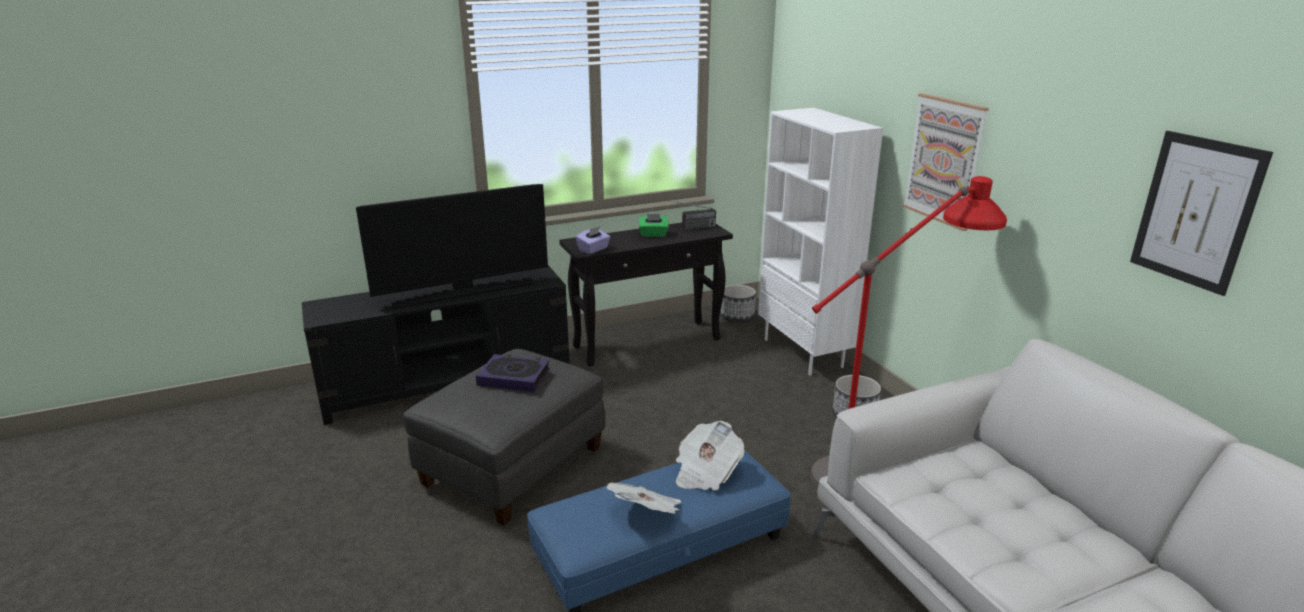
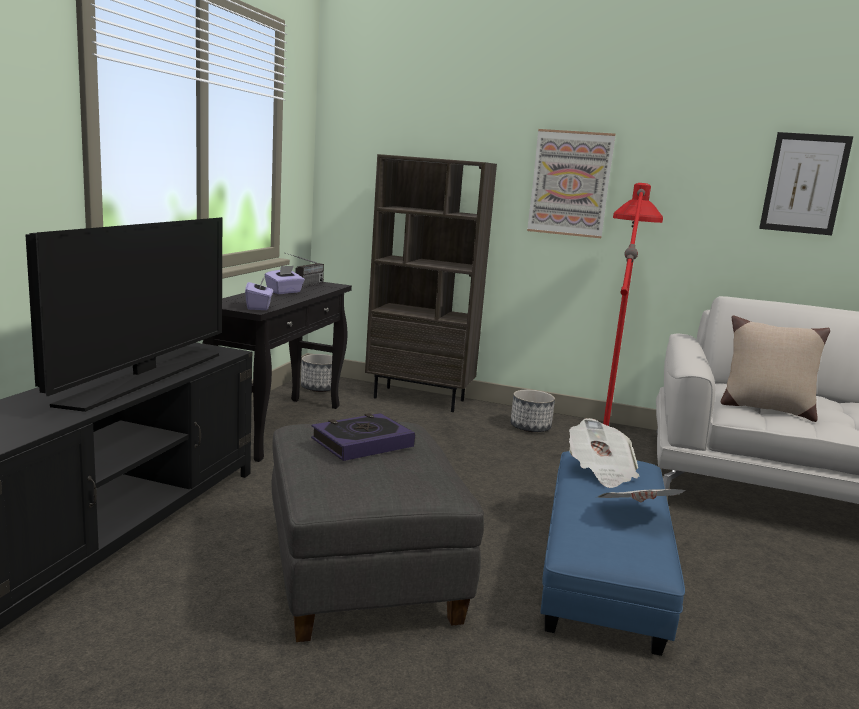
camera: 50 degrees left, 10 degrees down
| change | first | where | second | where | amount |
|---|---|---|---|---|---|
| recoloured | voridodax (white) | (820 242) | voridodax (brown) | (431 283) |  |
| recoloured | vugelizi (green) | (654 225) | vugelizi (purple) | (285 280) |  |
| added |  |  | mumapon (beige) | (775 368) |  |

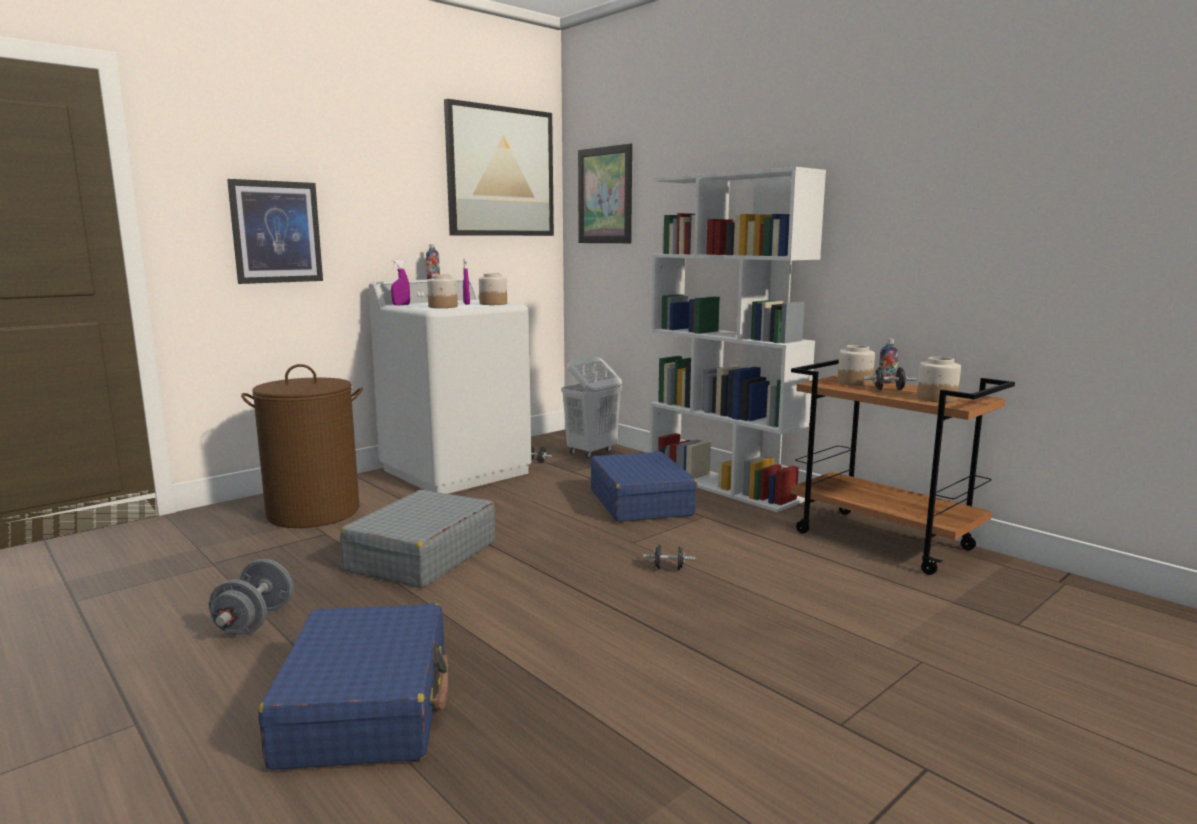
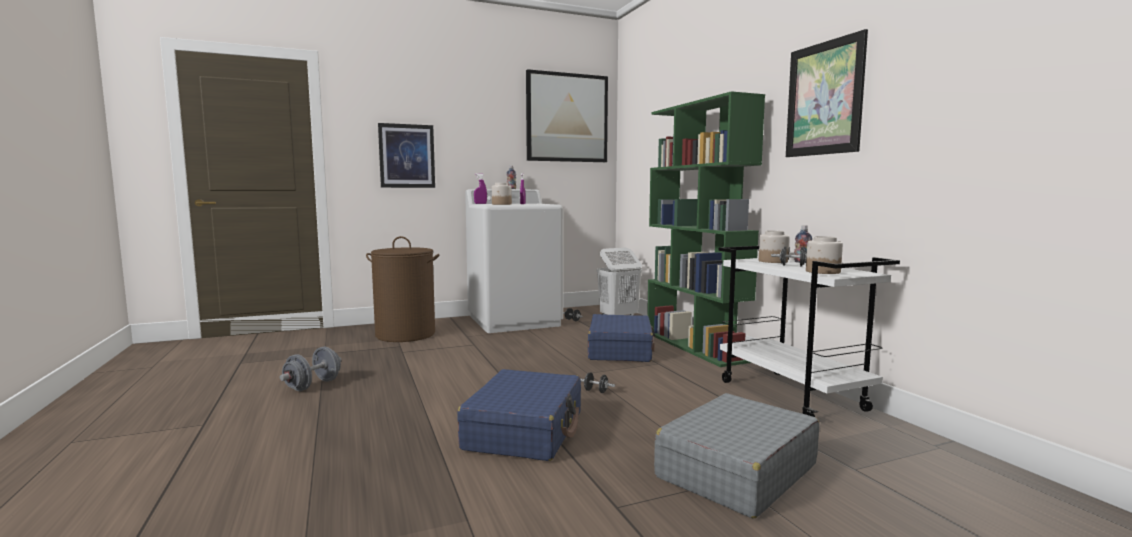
camera: 20 degrees right, 5 degrees down
| change | first | where | second | where | amount |
|---|---|---|---|---|---|
| moved | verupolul | (605 193) |  | (827 93) |  |
| recoloured | voridodax (white) | (738 339) | voridodax (green) | (706 229) |  |
| removed | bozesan | (493 289) |  |  |  |
| recoloured | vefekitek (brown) | (902 467) | vefekitek (white) | (809 331) |  |
| moved | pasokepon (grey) | (417 539) |  | (736 455) |  |
| moved | pasokepon (blue) | (353 686) |  | (519 415) |  |

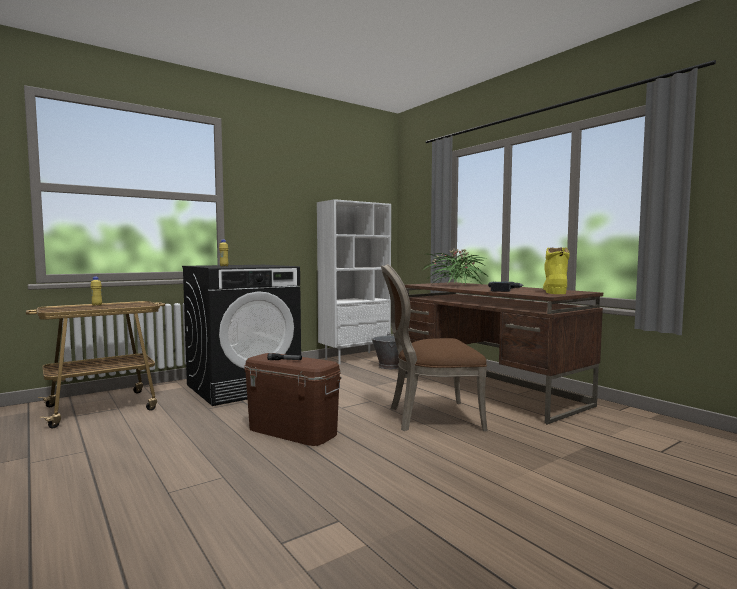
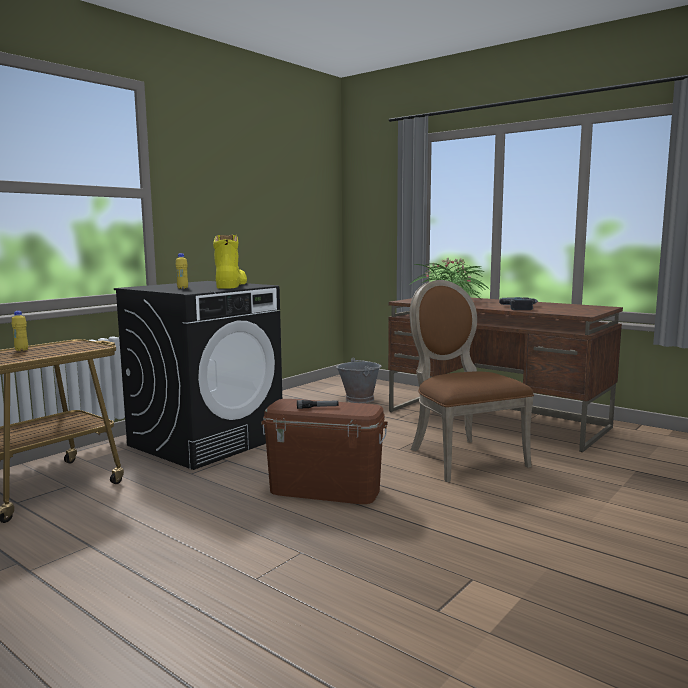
camera: 15 degrees left, 5 degrees up
| change | first | where | second | where | amount |
|---|---|---|---|---|---|
| removed | voridodax (white) | (354 281) |  |  |  |
| moved | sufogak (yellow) | (556 270) |  | (230 262) |  |
| turned | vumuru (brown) | (434 347) |  | (471 381) | 90 degrees clockwise |

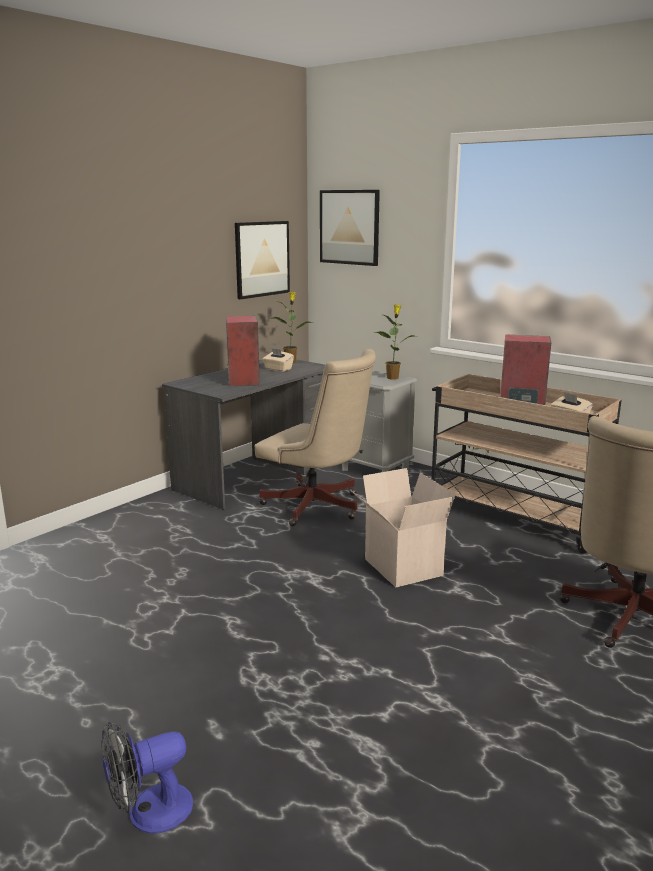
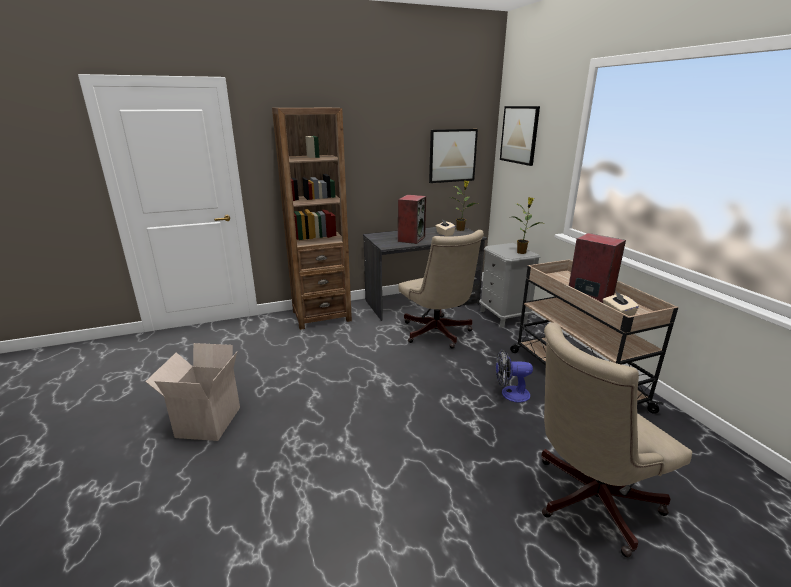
camera: 30 degrees right, 5 degrees up
| change | first | where | second | where | amount |
|---|---|---|---|---|---|
| moved | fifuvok | (403 528) |  | (192 392) |  |
| moved | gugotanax | (147 778) |  | (514 376) |  |
| added |  |  | voridodax (brown) | (312 219) |  |

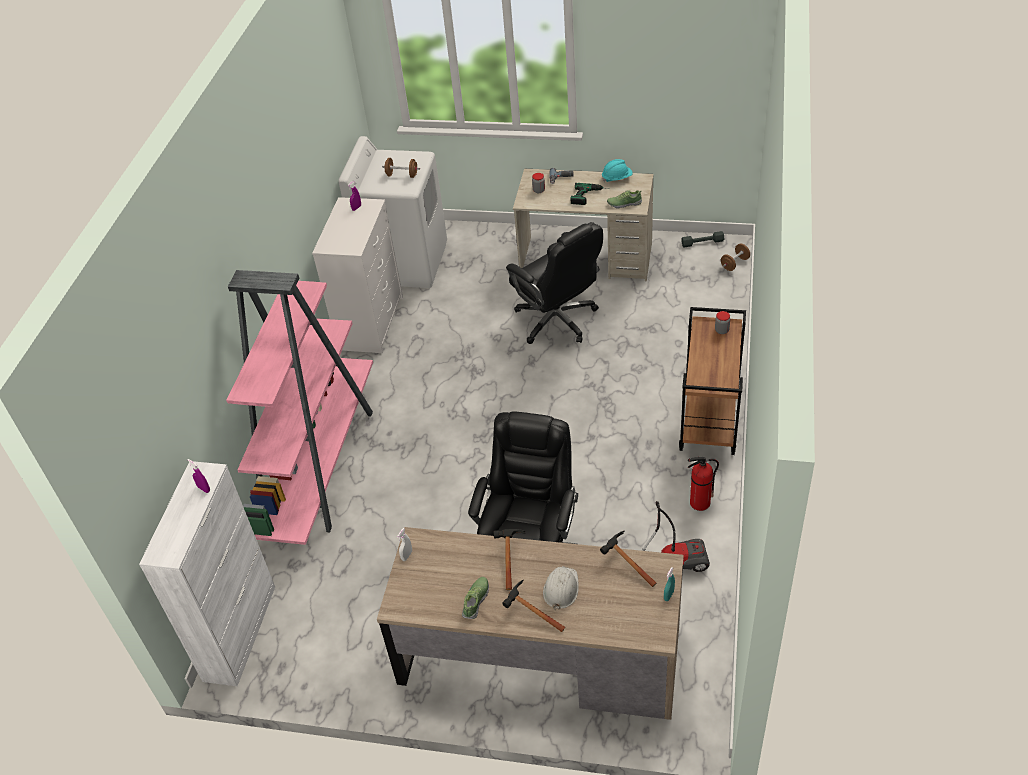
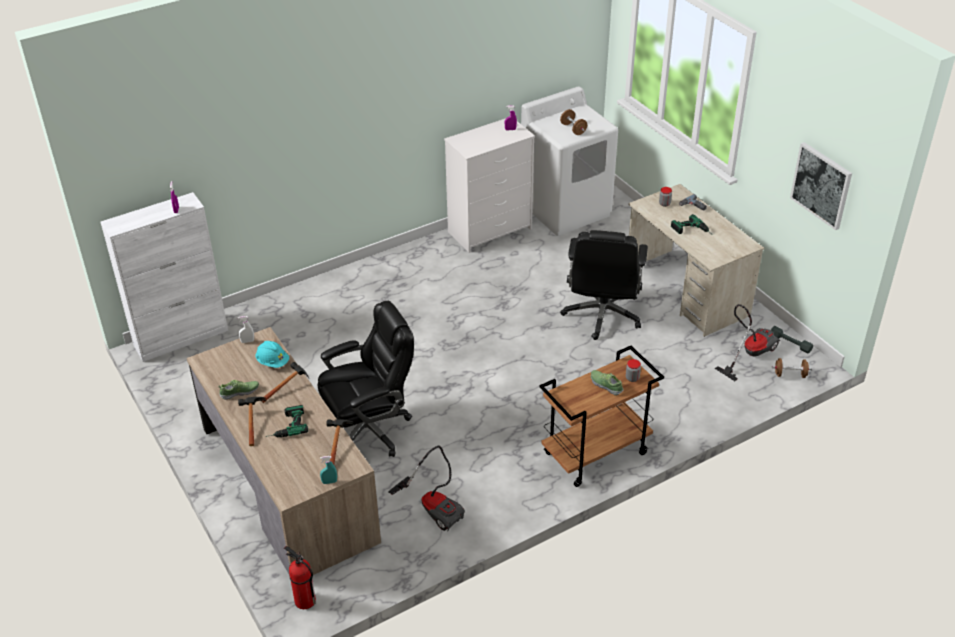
camera: 45 degrees right, 5 degrees down
| change | first | where | second | where | amount |
|---|---|---|---|---|---|
| moved | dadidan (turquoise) | (617 170) |  | (272 354) |  |
| moved | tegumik | (624 199) |  | (607 382) |  |
| removed | voridodax (pink) | (299 407) |  |  |  |
| moved | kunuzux | (703 483) |  | (300 577) |  |
| replaced | dadidan (white) | (561 588) | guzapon | (287 421) |  |
| added |  |  | verupolul | (821 186) |  |
| added |  |  | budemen | (747 342) |  |

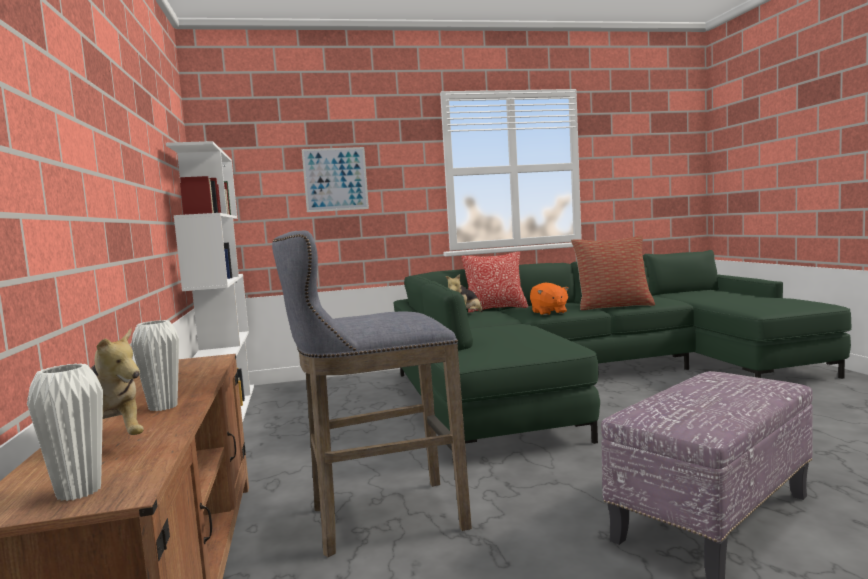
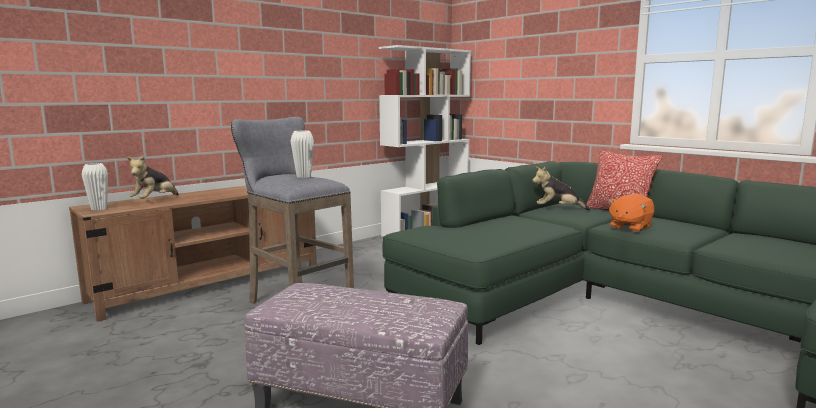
camera: 60 degrees right, 5 degrees up
| change | first | where | second | where | amount |
|---|---|---|---|---|---|
| removed | verupolul | (335 179) |  |  |  |
| removed | mumapon | (613 272) |  |  |  |
| moved | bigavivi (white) | (155 365) |  | (302 154) |  |

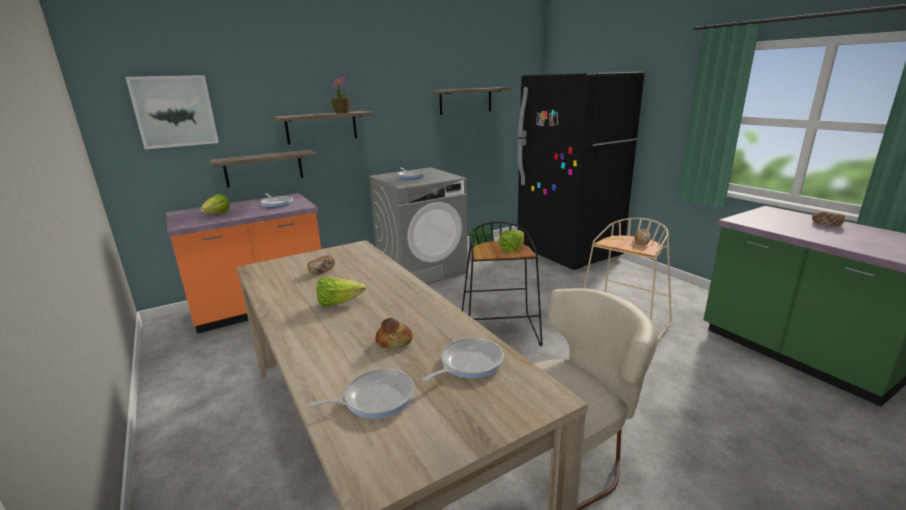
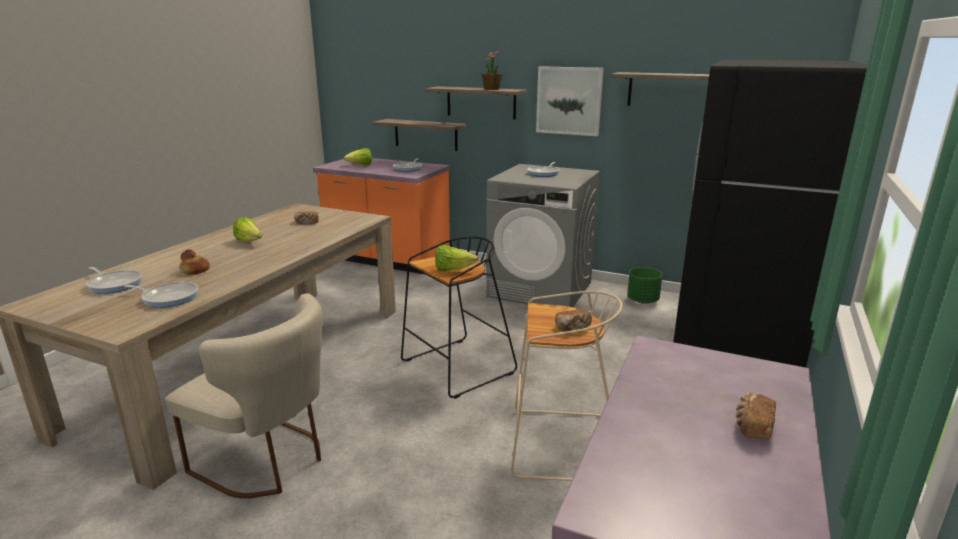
camera: 55 degrees right, 0 degrees up
| change | first | where | second | where | amount |
|---|---|---|---|---|---|
| moved | verupolul | (172 112) |  | (570 101) |  |

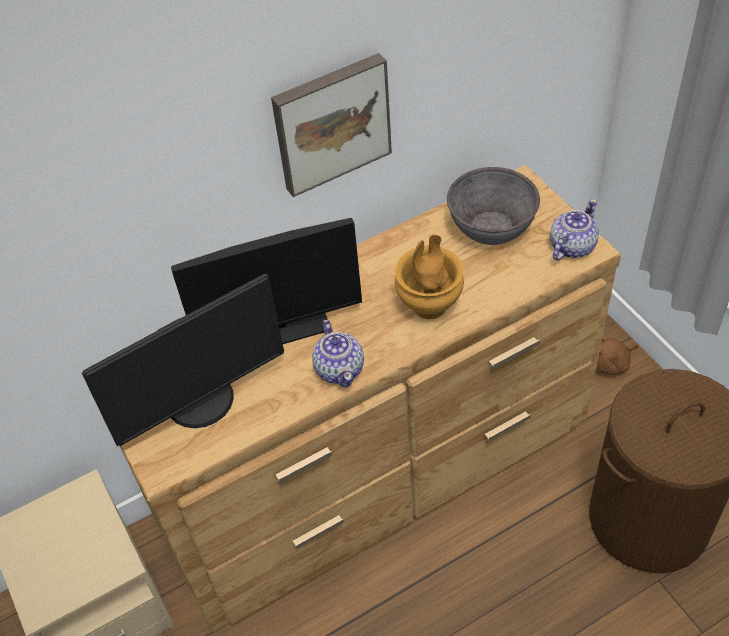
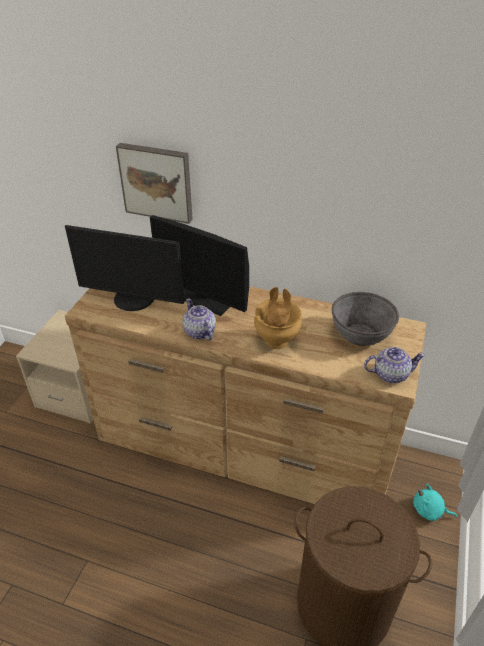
camera: 45 degrees right, 10 degrees down
| change | first | where | second | where | amount |
|---|---|---|---|---|---|
| moved | verupolul | (331 125) |  | (154 183) |  |
| turned | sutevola | (338 353) |  | (199 319) | 120 degrees clockwise |
| recoloured | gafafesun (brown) | (617 356) | gafafesun (turquoise) | (435 502) |  |

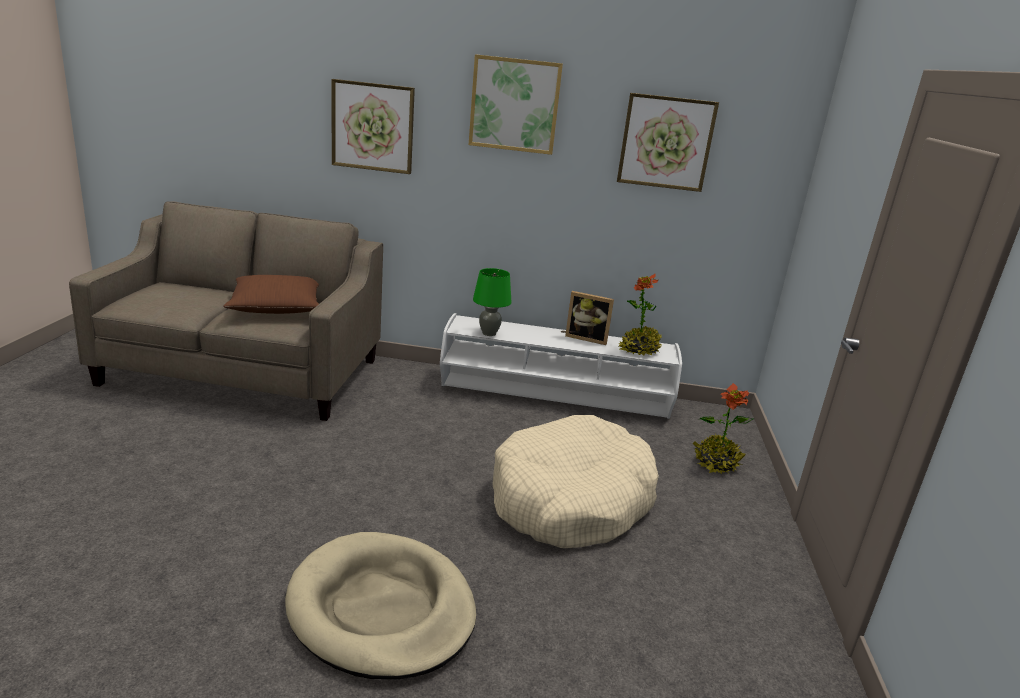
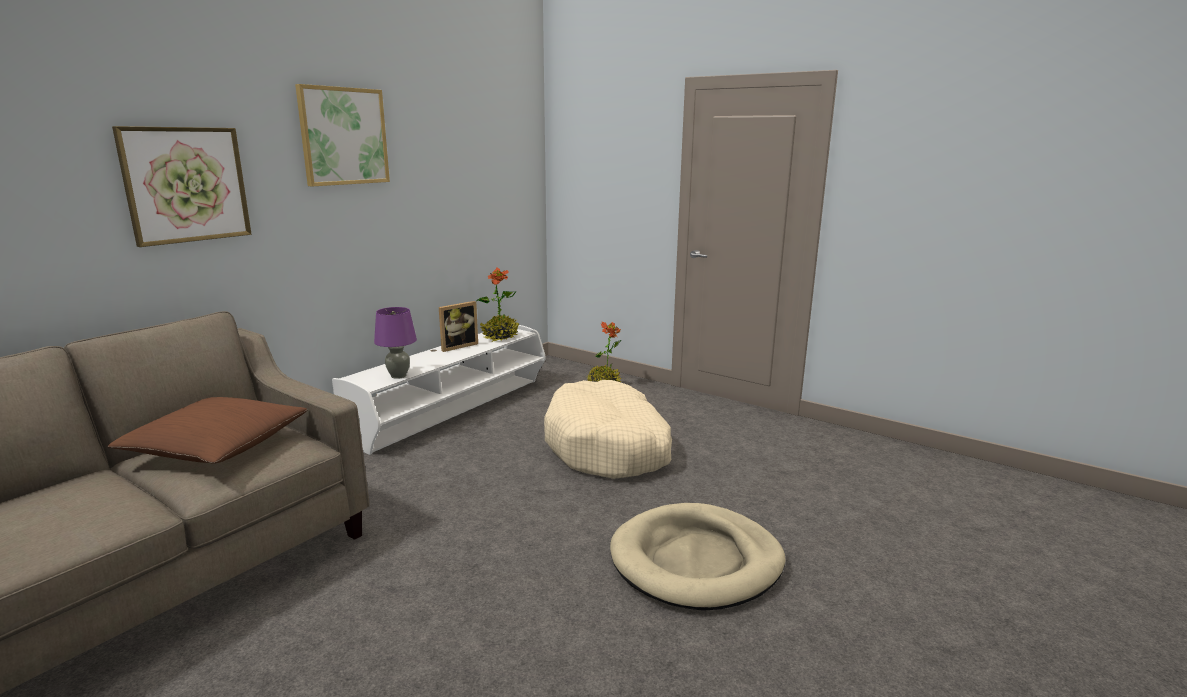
camera: 60 degrees left, 5 degrees down
| change | first | where | second | where | amount |
|---|---|---|---|---|---|
| removed | verupolul | (668 142) |  |  |  |
| recoloured | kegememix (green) | (492 302) | kegememix (purple) | (395 343) |  |

